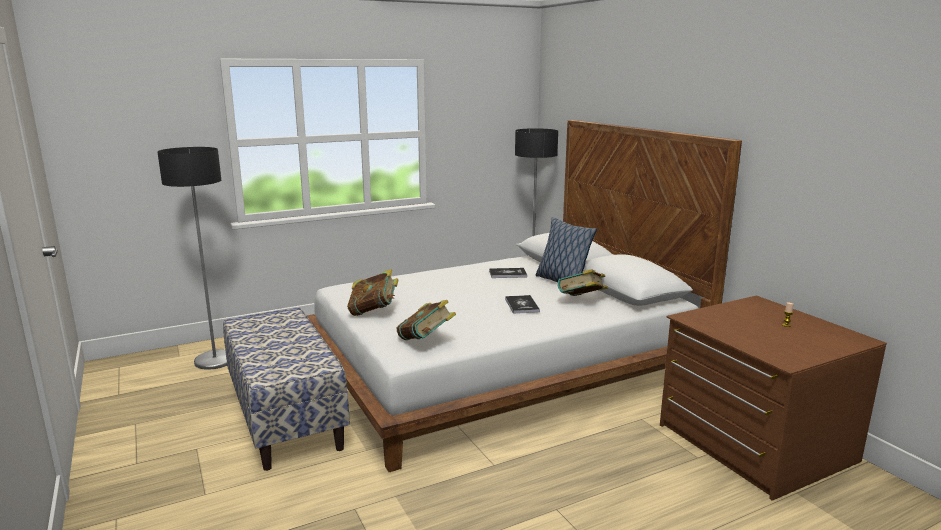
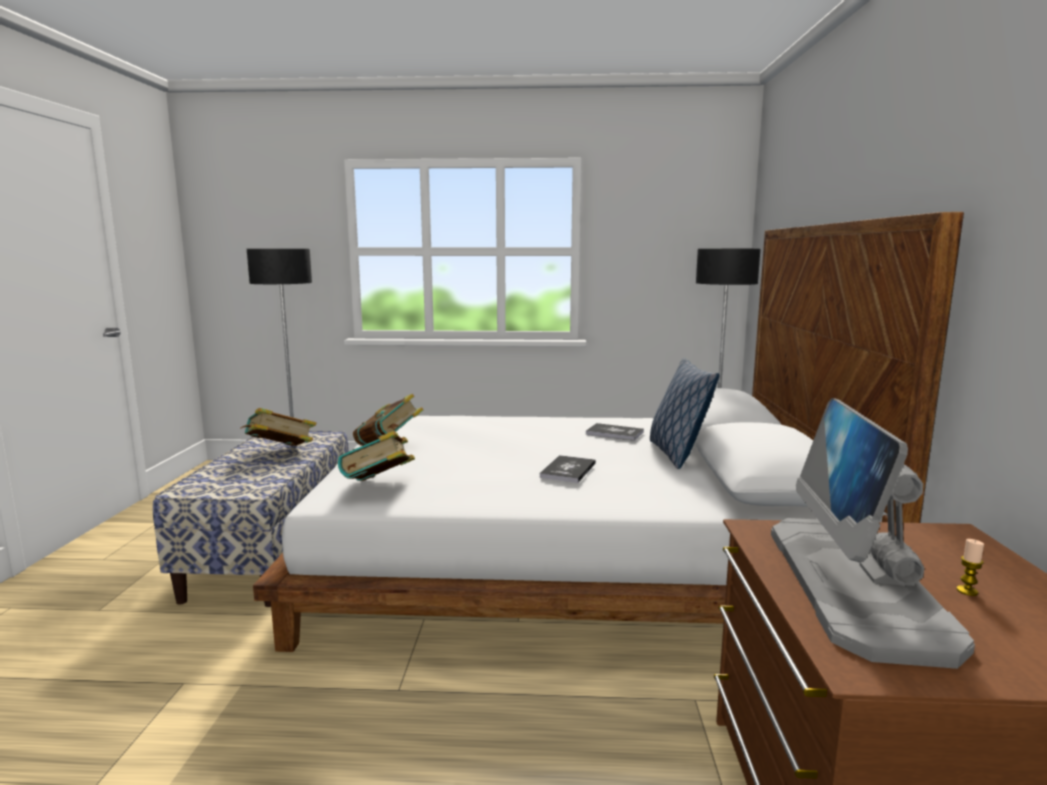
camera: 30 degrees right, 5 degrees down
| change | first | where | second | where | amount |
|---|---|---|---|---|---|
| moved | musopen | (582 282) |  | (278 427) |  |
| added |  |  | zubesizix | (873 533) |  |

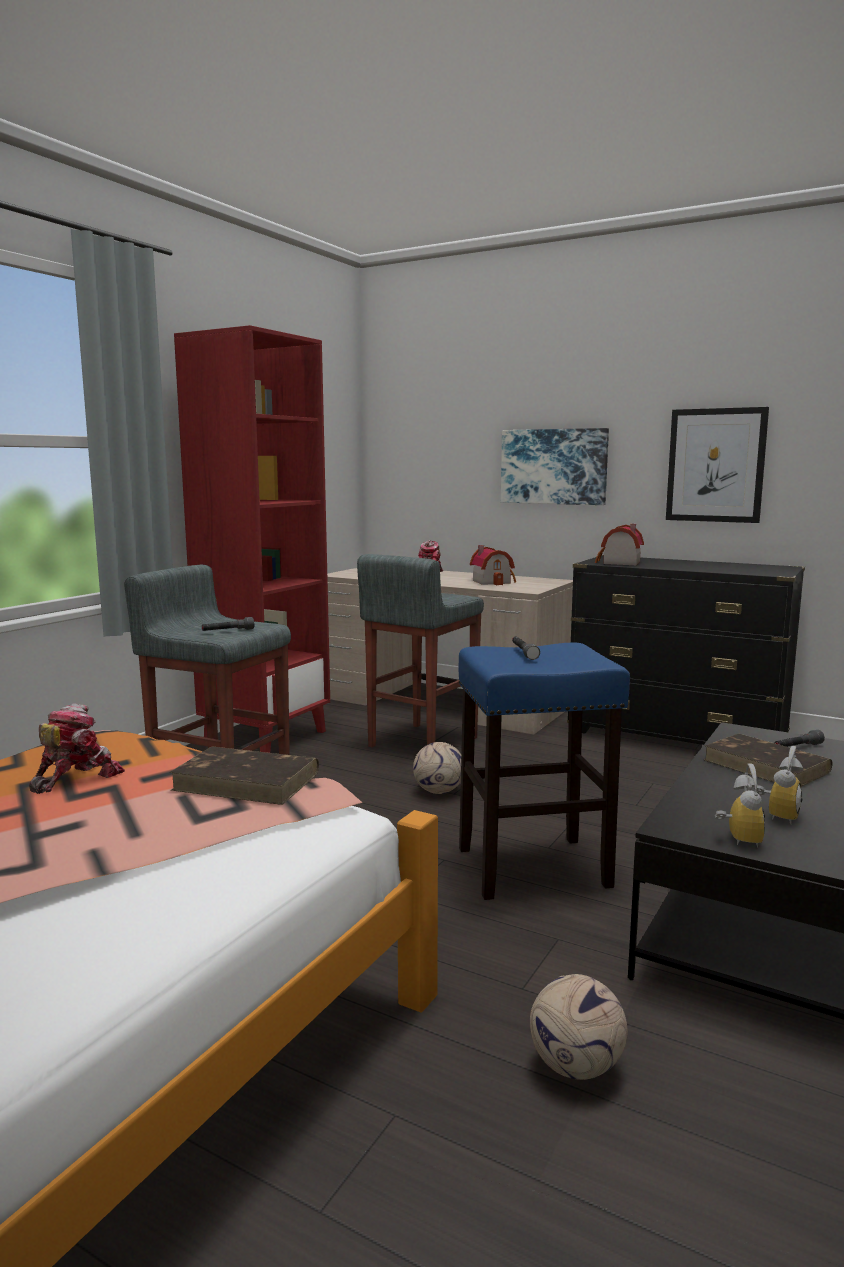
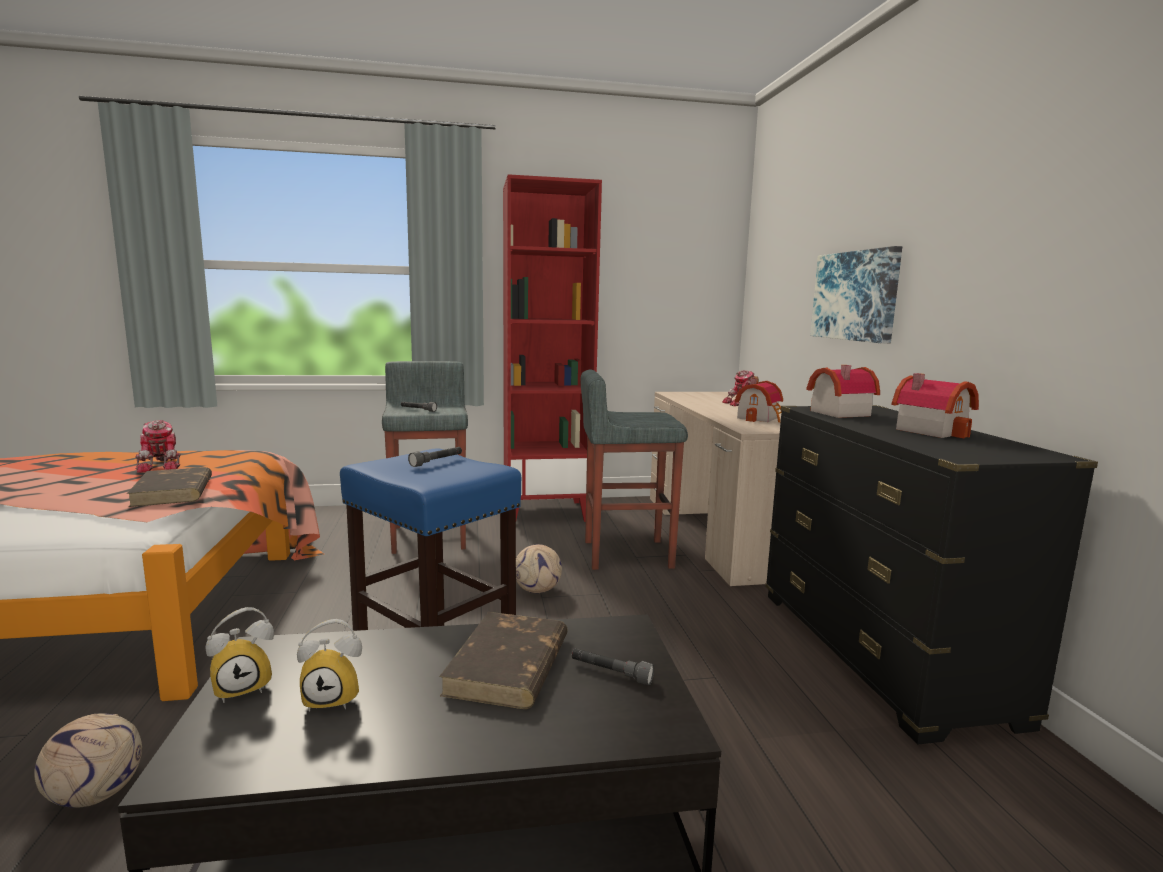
camera: 50 degrees right, 0 degrees up
| change | first | where | second | where | amount |
|---|---|---|---|---|---|
| removed | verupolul | (717 465) |  |  |  |
| turned | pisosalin | (77 748) |  | (158 446) | 75 degrees clockwise |
| added |  |  | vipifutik | (935 405) |  |

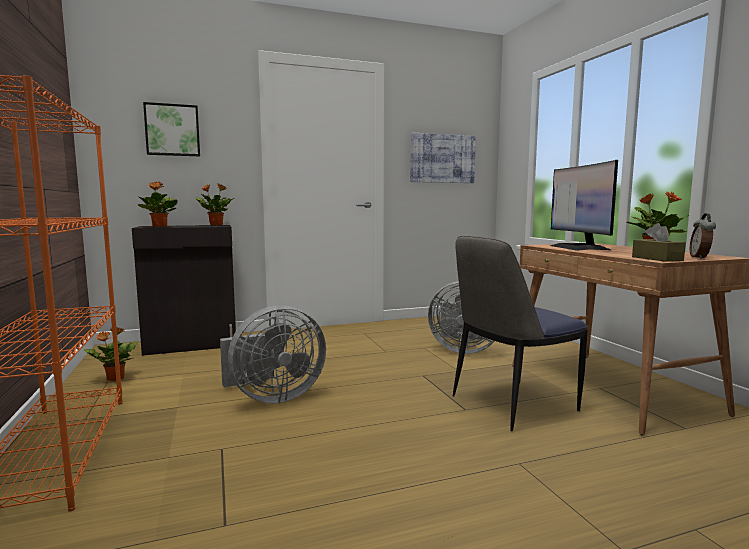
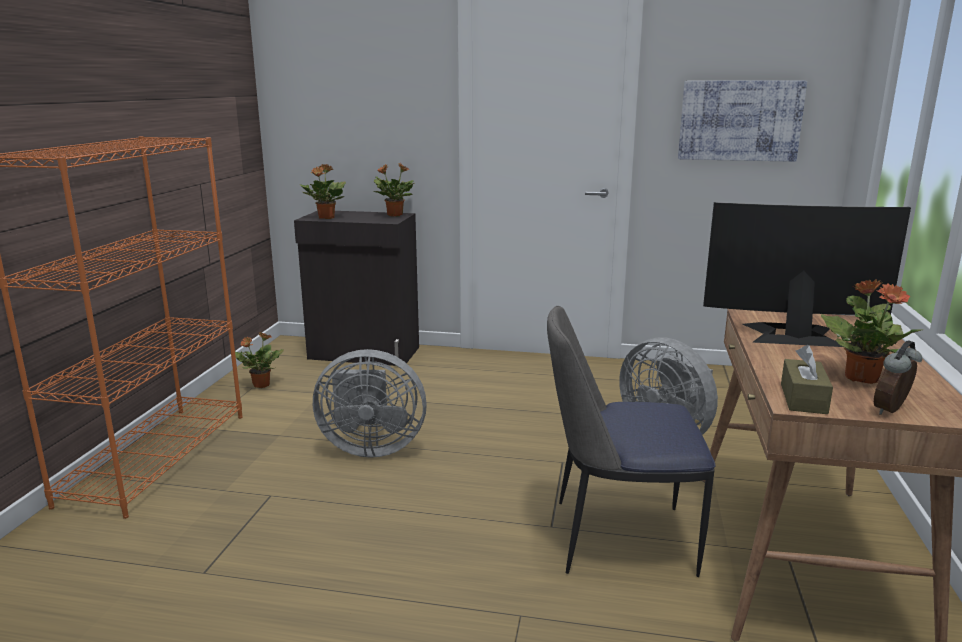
camera: 30 degrees right, 10 degrees up
| change | first | where | second | where | amount |
|---|---|---|---|---|---|
| removed | verupolul | (171 129) |  |  |  |
| turned | zubesizix | (584 205) |  | (807 274) | 75 degrees clockwise |

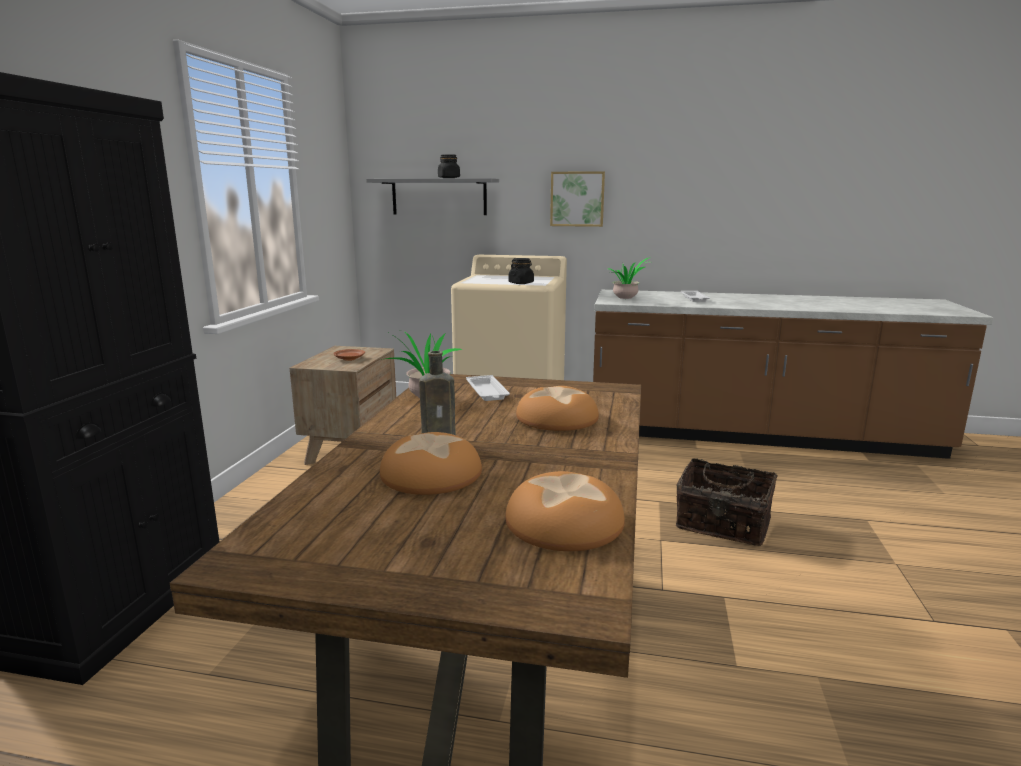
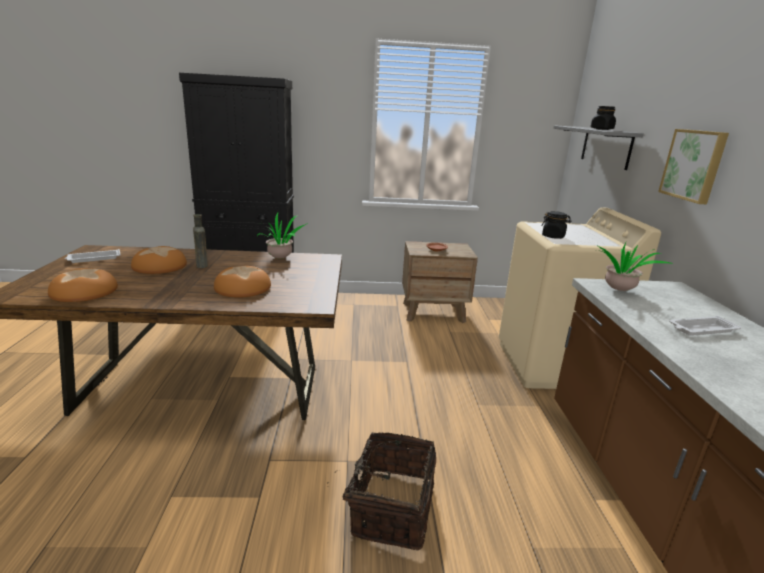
camera: 75 degrees right, 5 degrees up
| change | first | where | second | where | amount |
|---|---|---|---|---|---|
| moved | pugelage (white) | (488 388) |  | (93 256) |  |

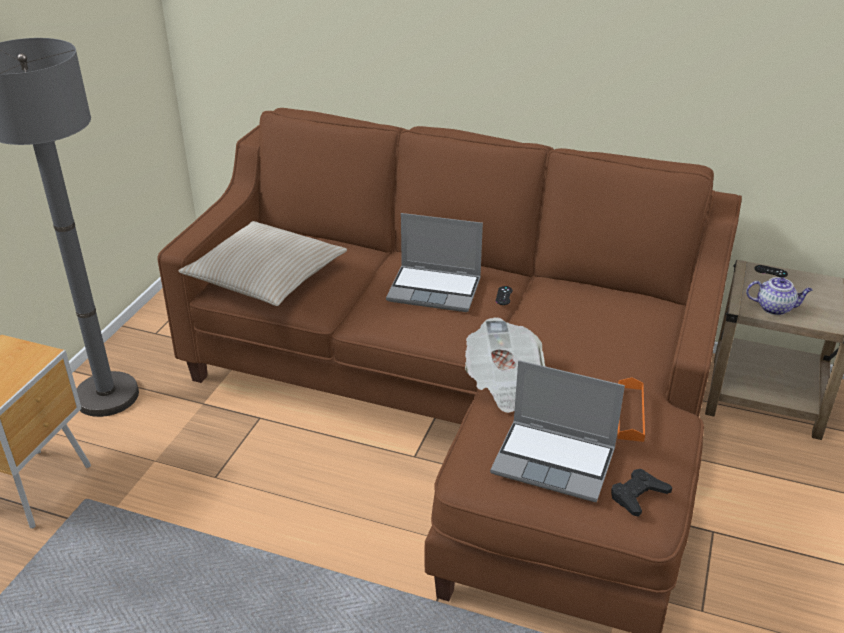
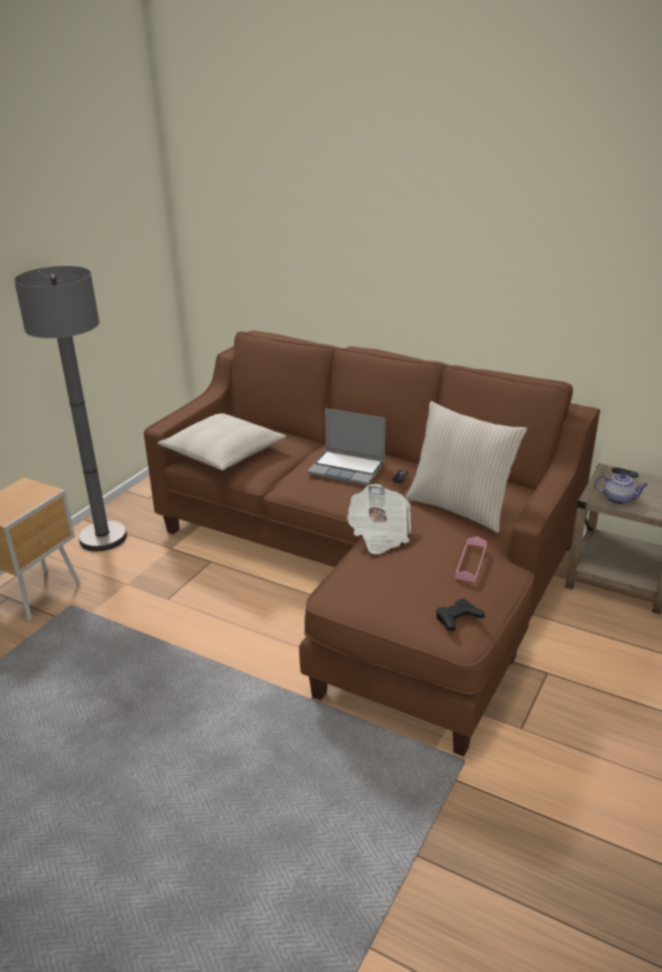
camera: 10 degrees right, 5 degrees down
| change | first | where | second | where | amount |
|---|---|---|---|---|---|
| removed | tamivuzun | (557 431) |  |  |  |
| recoloured | pugelage (orange) | (631 409) | pugelage (pink) | (471 559) |  |
| added |  |  | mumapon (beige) | (466 467) |  |

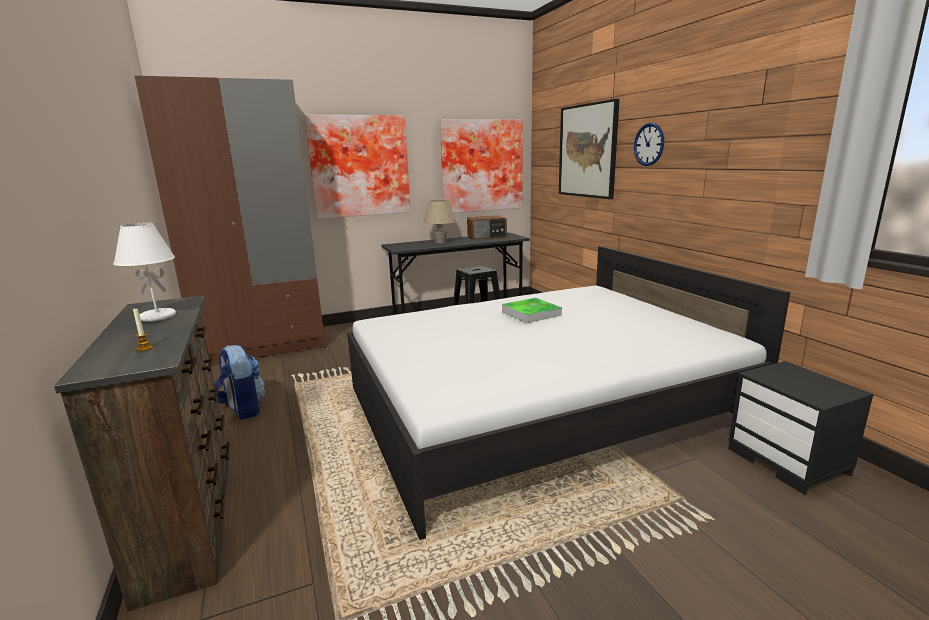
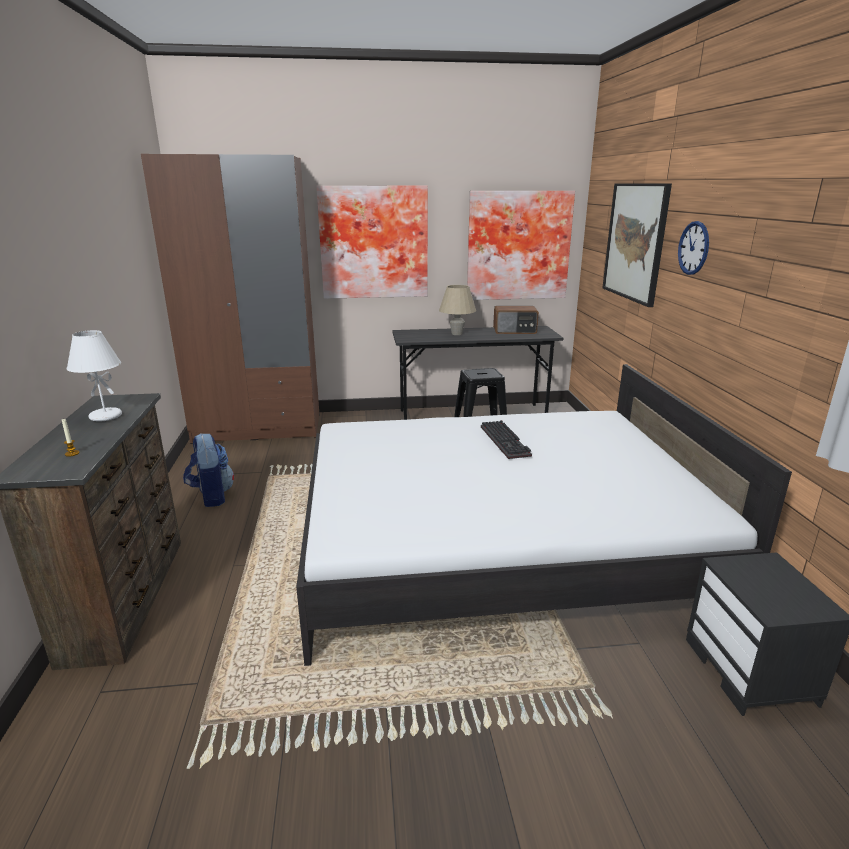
camera: 15 degrees right, 5 degrees up
| change | first | where | second | where | amount |
|---|---|---|---|---|---|
| replaced | pugelage | (532 310) | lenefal | (506 439) |  |

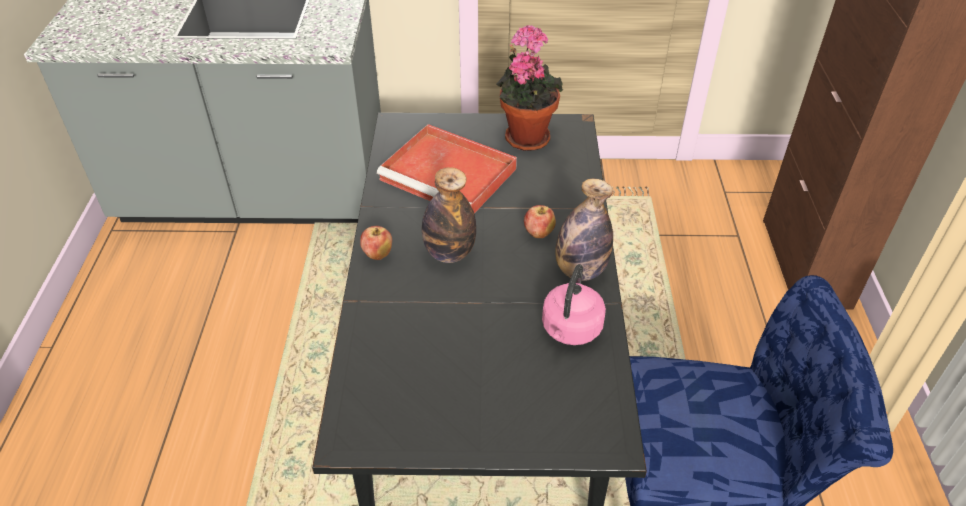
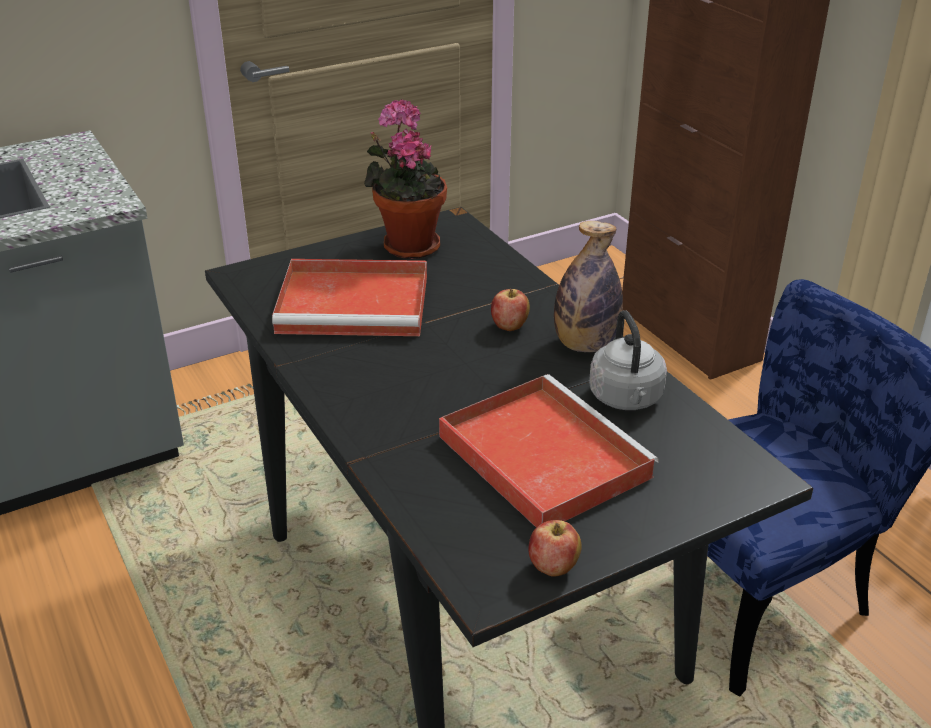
camera: 30 degrees left, 10 degrees down
| change | first | where | second | where | amount |
|---|---|---|---|---|---|
| removed | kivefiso | (449 215) |  |  |  |
| moved | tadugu | (376 243) |  | (555 548) |  |
| recoloured | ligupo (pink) | (574 304) | ligupo (grey) | (628 360) |  |
| added |  |  | pugelage (red) | (549 450) |  |

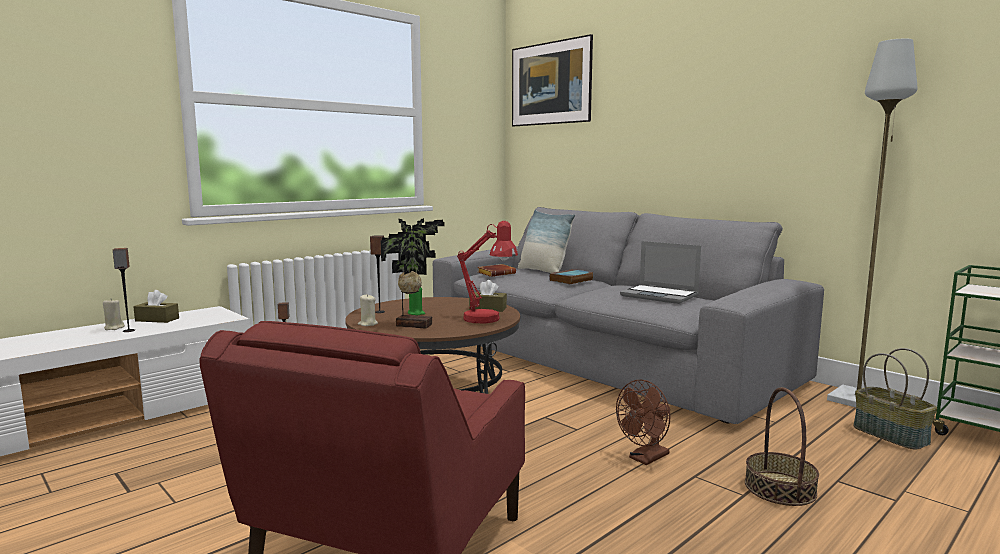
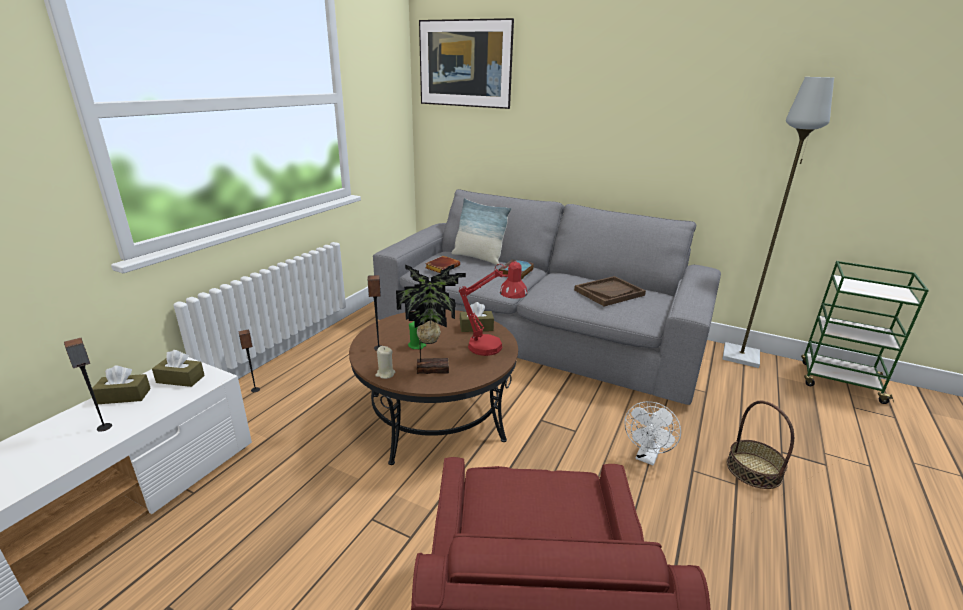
camera: 20 degrees left, 15 degrees up
| change | first | where | second | where | amount |
|---|---|---|---|---|---|
| replaced | tamivuzun | (660 272) | pugelage (brown) | (610 291) |  |
| removed | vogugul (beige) | (114 314) |  |  |  |
| removed | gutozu | (895 398) |  |  |  |
| recoloured | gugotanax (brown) | (643 422) | gugotanax (white) | (653 433) |  |
| added |  |  | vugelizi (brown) | (178 368) |  |

